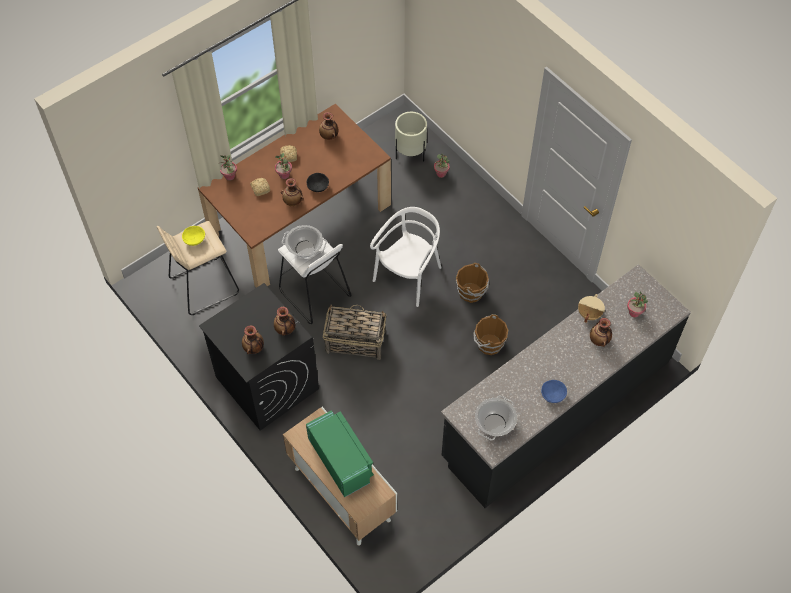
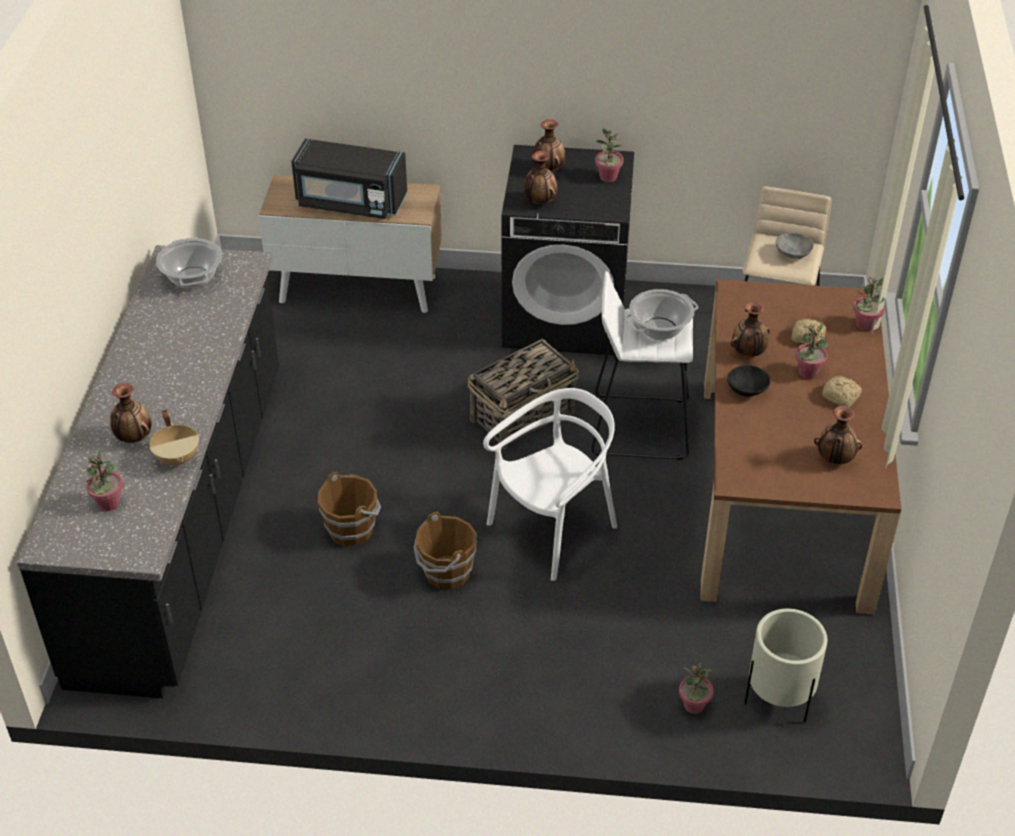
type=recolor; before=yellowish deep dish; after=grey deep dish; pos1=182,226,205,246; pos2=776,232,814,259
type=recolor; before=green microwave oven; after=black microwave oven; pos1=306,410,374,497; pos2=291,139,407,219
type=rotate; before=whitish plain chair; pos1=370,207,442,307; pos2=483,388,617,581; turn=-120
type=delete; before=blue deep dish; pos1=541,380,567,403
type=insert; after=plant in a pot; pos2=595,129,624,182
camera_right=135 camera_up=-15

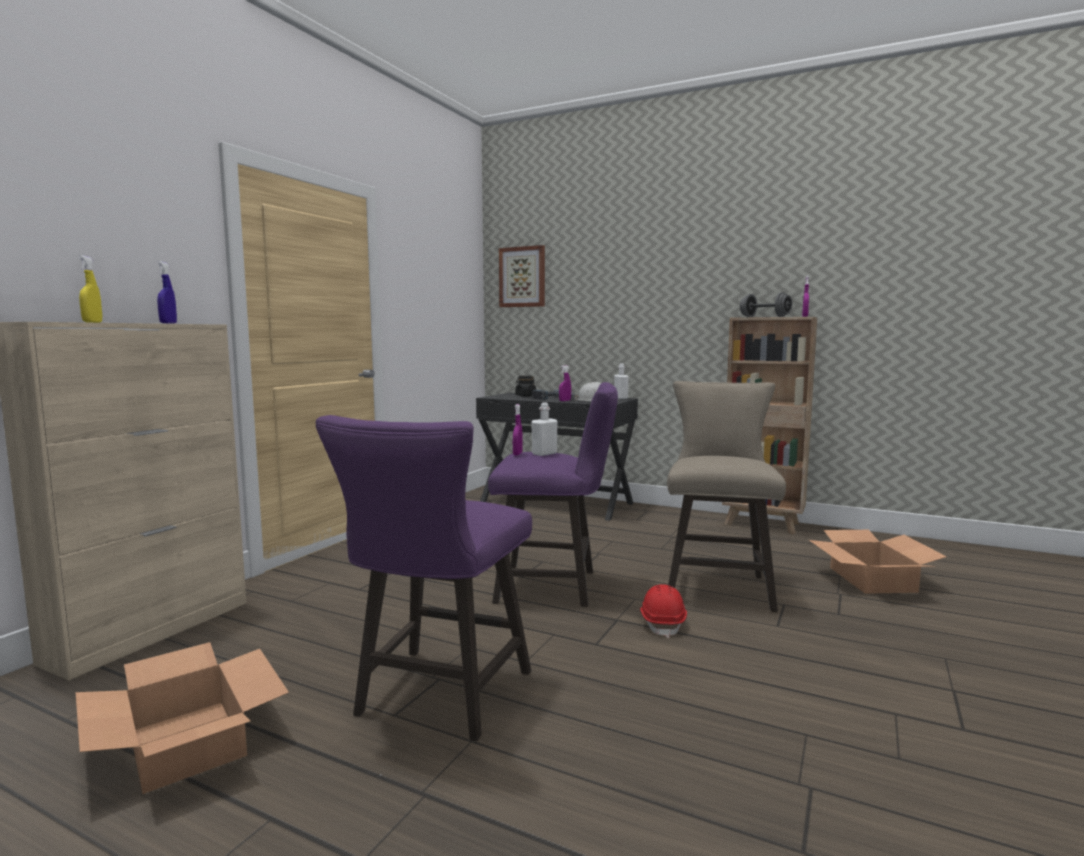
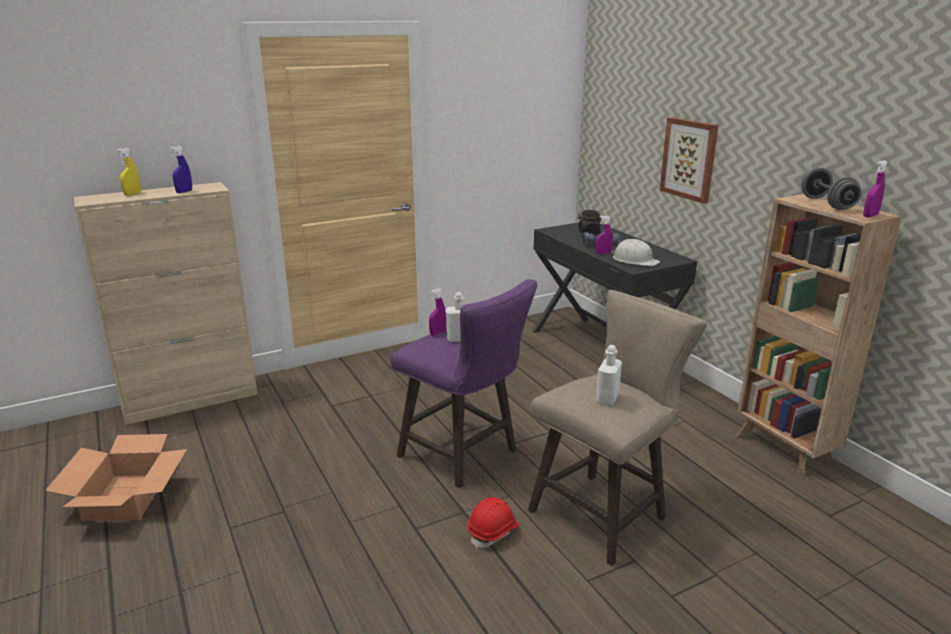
type=delete; before=purple stool seat; pos1=315,415,532,741
type=move; before=picture; pos1=499,245,545,307; pos2=660,117,718,204
type=move; before=whitish beverage bottle; pos1=614,363,629,399; pos2=596,345,622,405
type=delete; before=cardboard box; pos1=809,530,947,594
camera_right=35 camera_up=15

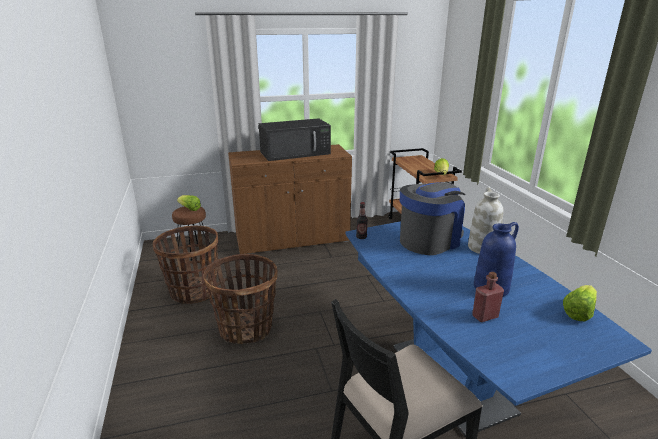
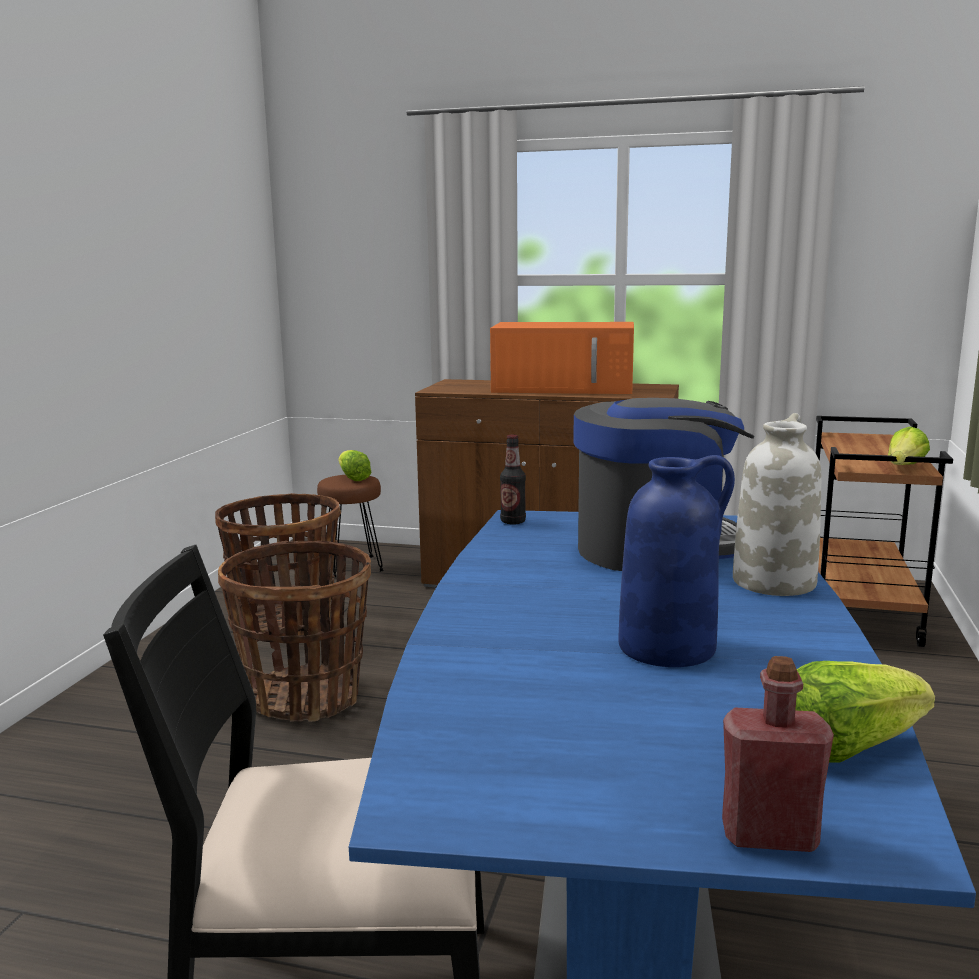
type=recolor; before=black microwave oven; after=orange-coloured microwave oven; pos1=259,118,331,161; pos2=490,322,634,394
type=move; before=red-coloured beverage bottle; pos1=472,272,504,322; pos2=722,656,834,852
camera_right=30 camera_up=-10

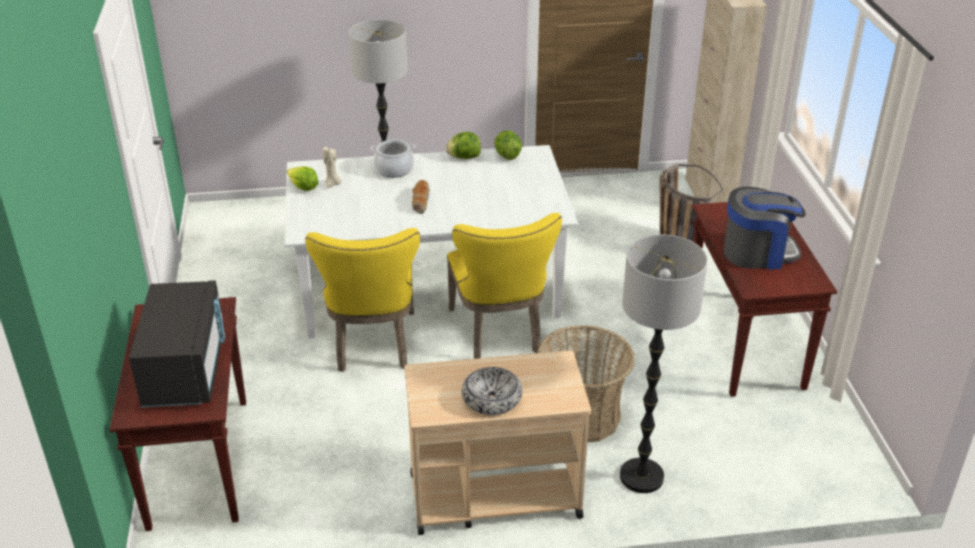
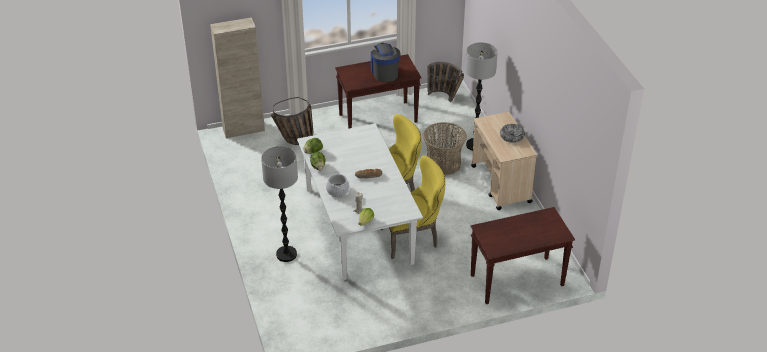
type=delete; before=black microwave oven; pos1=129,280,225,407
type=insert; after=household basket; pos2=427,62,464,102
camera_right=-100 camera_up=5

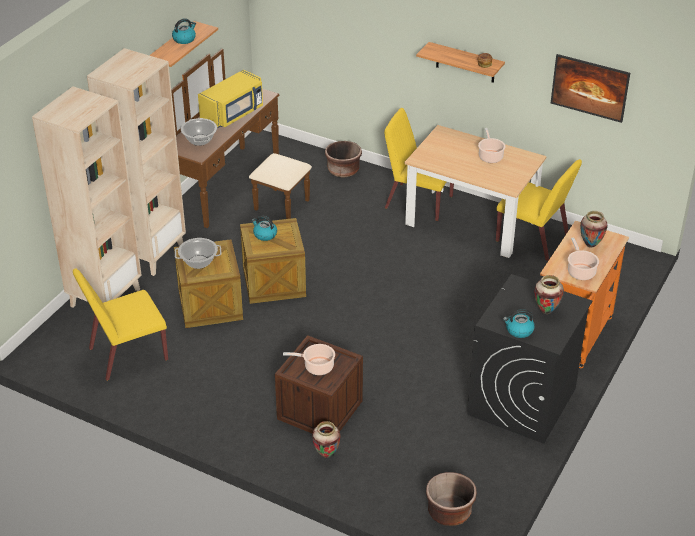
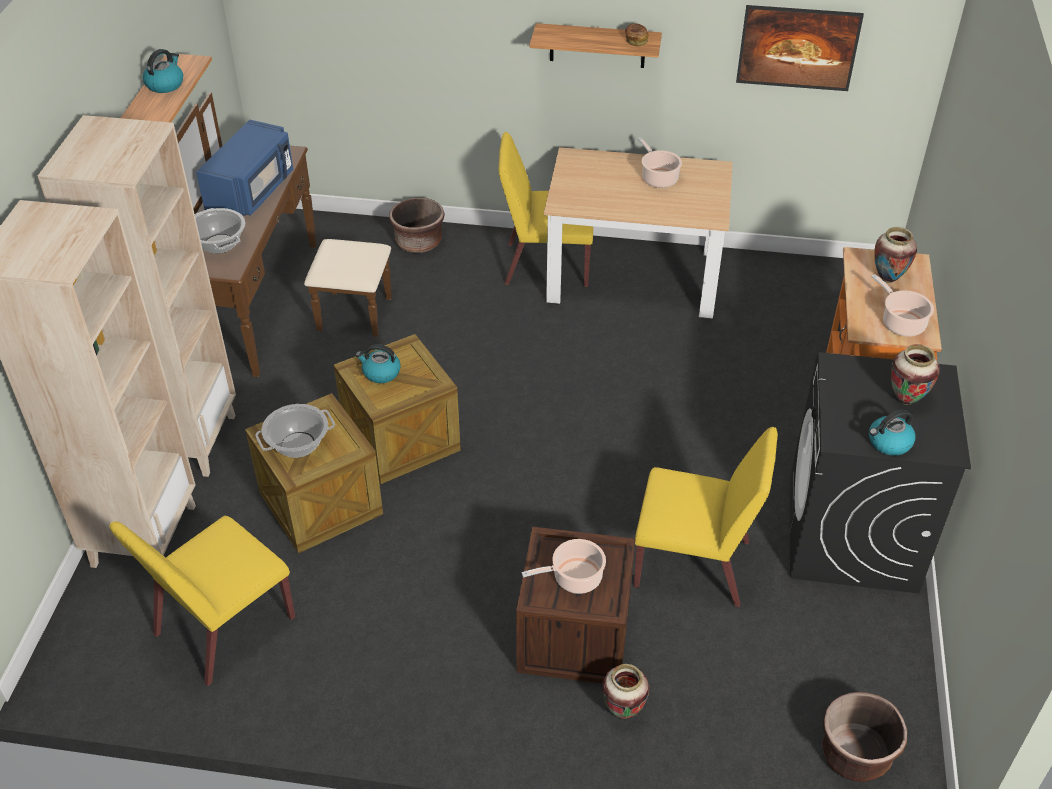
type=recolor; before=yellowish microwave oven; after=blue microwave oven; pos1=198,70,263,128; pos2=196,120,293,216
type=move; before=yellowish plain chair; pos1=496,159,582,261; pos2=634,427,778,607
camera_right=-20 camera_up=5

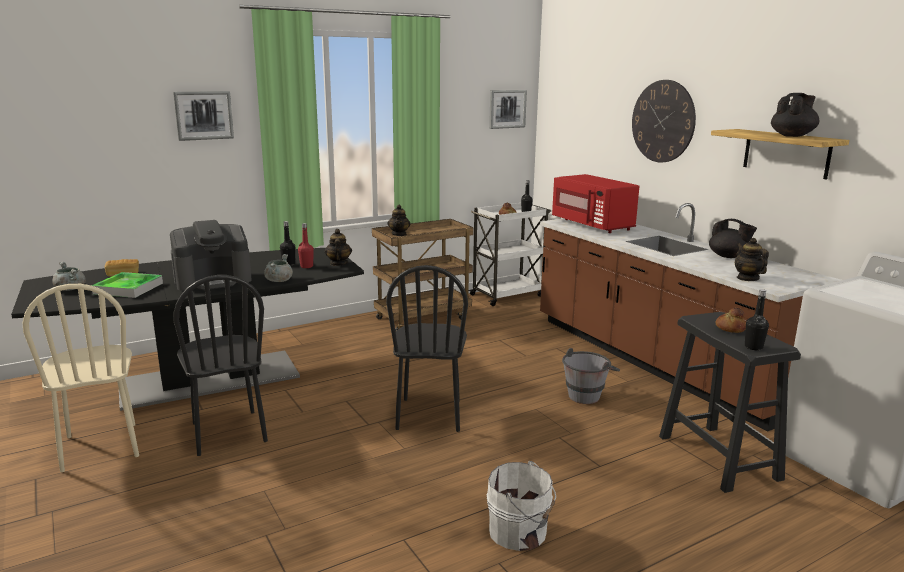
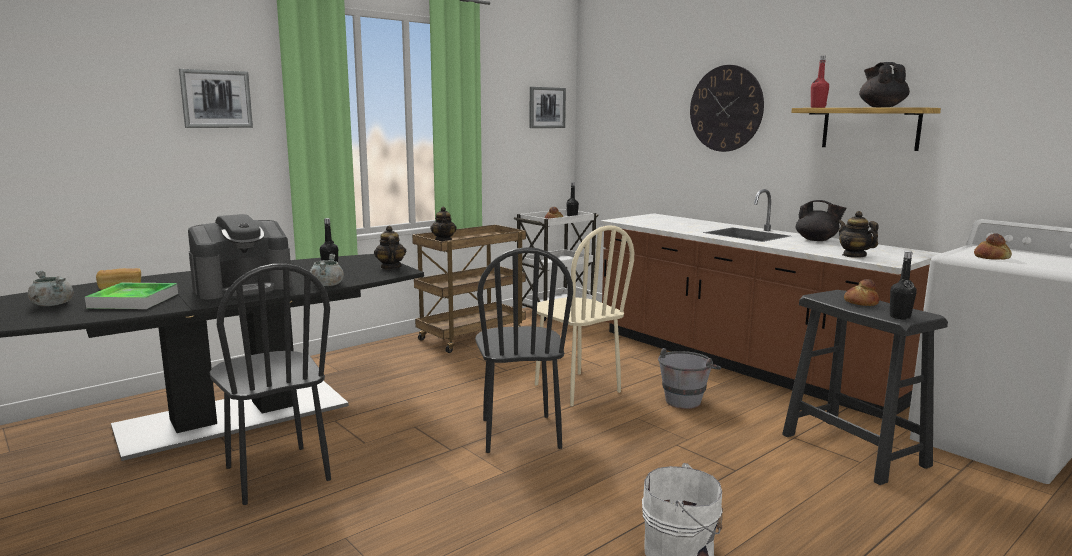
type=move; before=sand-coloured plain chair; pos1=23,284,139,472; pos2=535,225,634,406
type=move; before=red-coloured beverage bottle; pos1=298,223,314,268; pos2=811,56,829,108
type=delete; before=red-coloured microwave oven; pos1=552,174,639,233
type=rotate; before=black pot for tea; pos1=771,93,819,137; pos2=859,62,910,107; turn=-45
type=insert; after=bread; pos2=974,233,1012,260
camera_right=-10 camera_up=-5

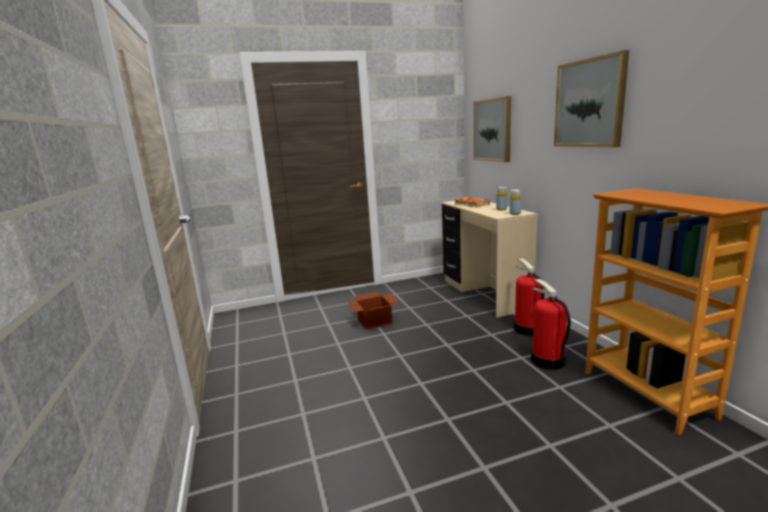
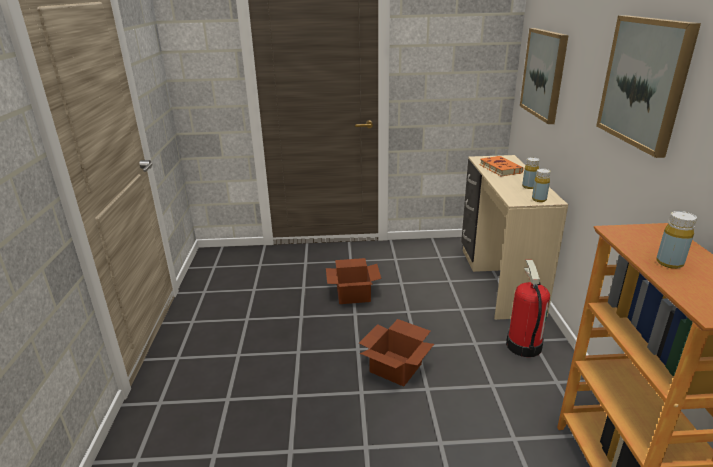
type=delete; before=fire-fighting cylinder; pos1=531,279,571,370
type=insert; after=cardboard box; pos2=359,319,434,387
type=insert; after=yellowish beverage bottle; pos2=656,211,697,269
camera_right=15 camera_up=10

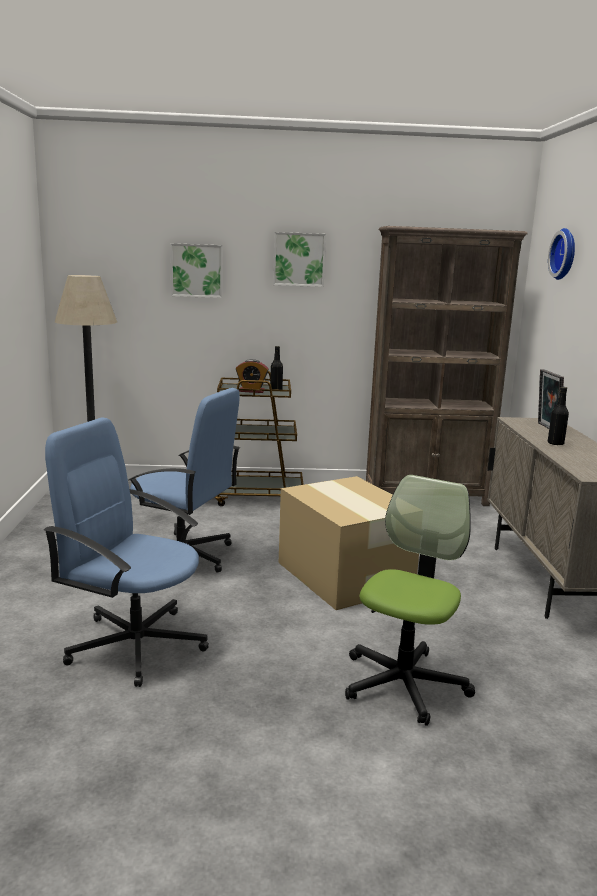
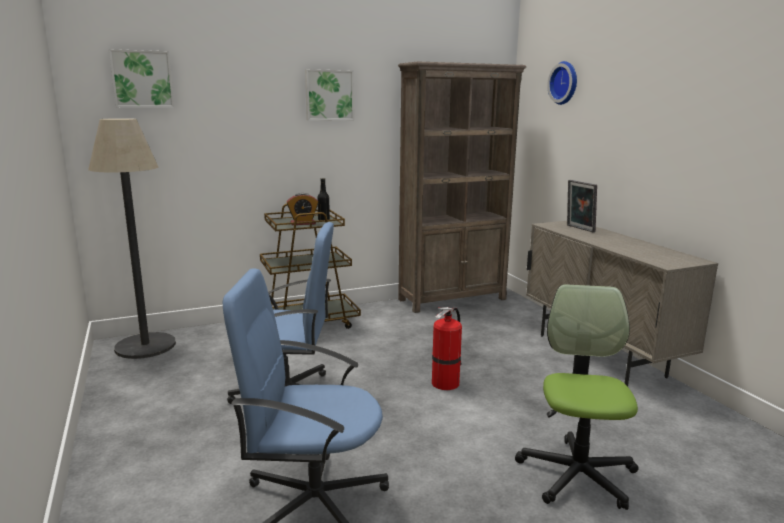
type=move; before=picture; pos1=170,243,223,298; pos2=109,49,174,108
type=replace; before=cardboard box; after=fire-fighting cylinder; pos1=279,476,419,610; pos2=432,307,462,390
type=delete; before=black beverage bottle; pos1=548,387,569,445
camera_right=-20 camera_up=0

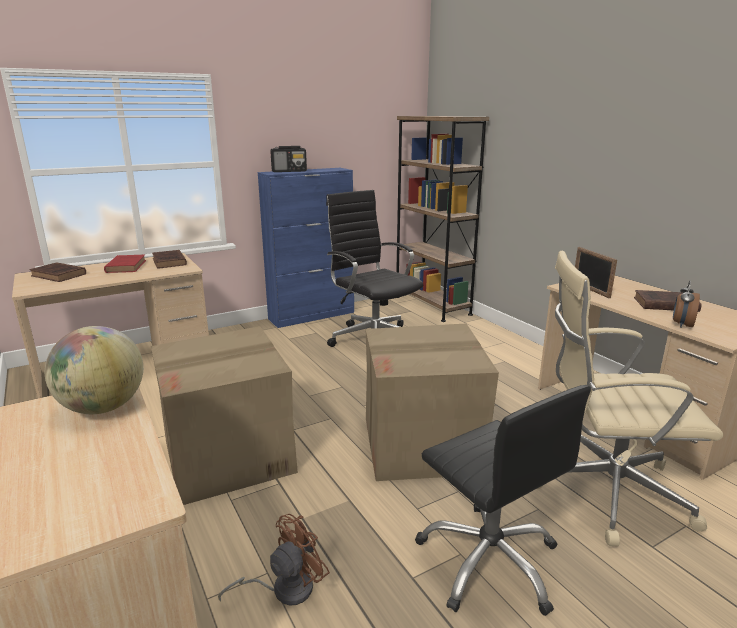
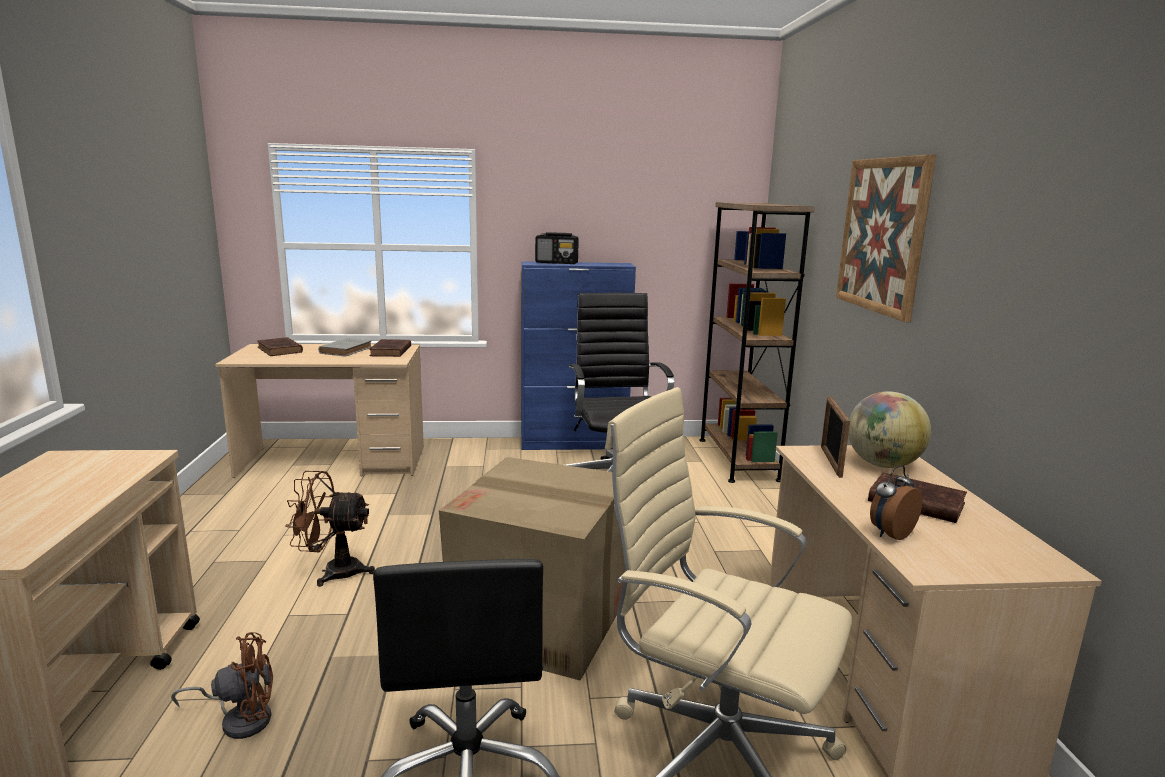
type=move; before=world globe; pos1=45,326,143,414; pos2=848,391,931,468
type=recolor; before=red-coloured volume; after=grey volume; pos1=104,255,146,273; pos2=319,338,372,356
type=replace; before=cardboard box; after=brown electric fan; pos1=151,326,298,505; pos2=285,471,375,587
type=insert; after=picture; pos2=836,154,936,322
camera_right=25 camera_up=-5

